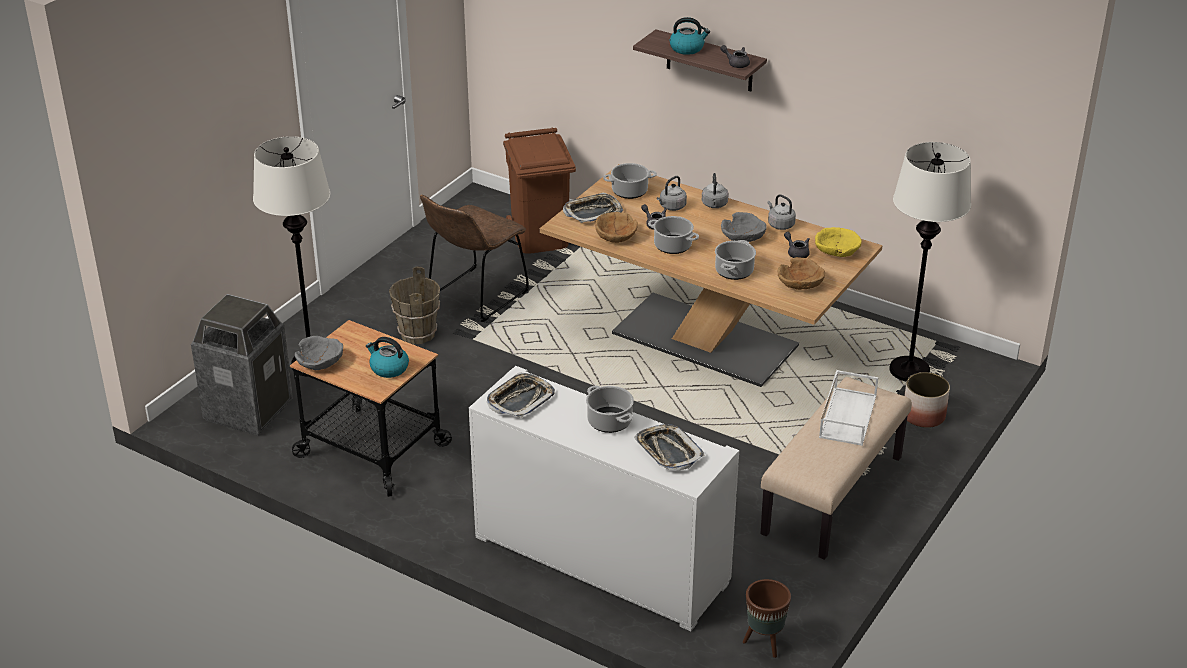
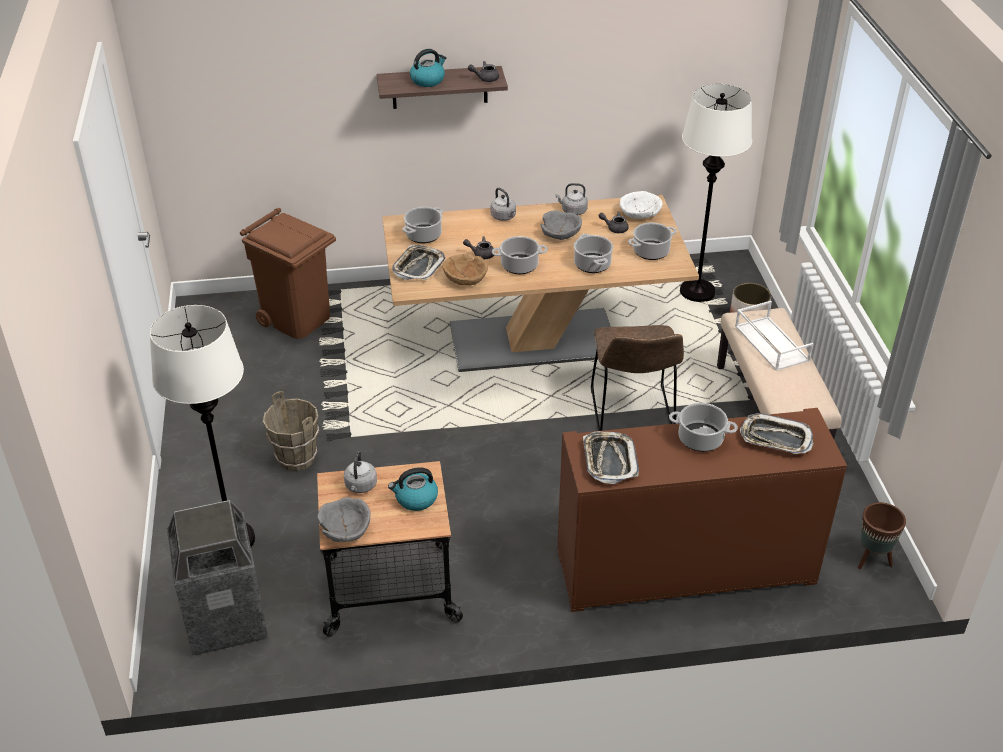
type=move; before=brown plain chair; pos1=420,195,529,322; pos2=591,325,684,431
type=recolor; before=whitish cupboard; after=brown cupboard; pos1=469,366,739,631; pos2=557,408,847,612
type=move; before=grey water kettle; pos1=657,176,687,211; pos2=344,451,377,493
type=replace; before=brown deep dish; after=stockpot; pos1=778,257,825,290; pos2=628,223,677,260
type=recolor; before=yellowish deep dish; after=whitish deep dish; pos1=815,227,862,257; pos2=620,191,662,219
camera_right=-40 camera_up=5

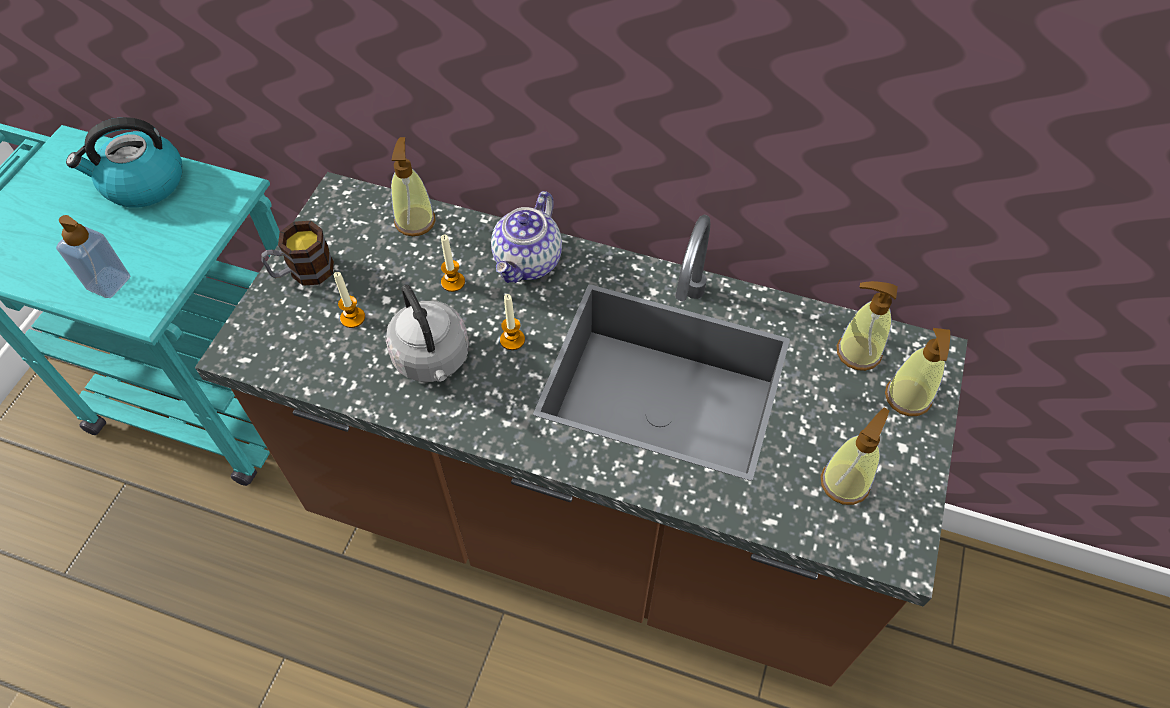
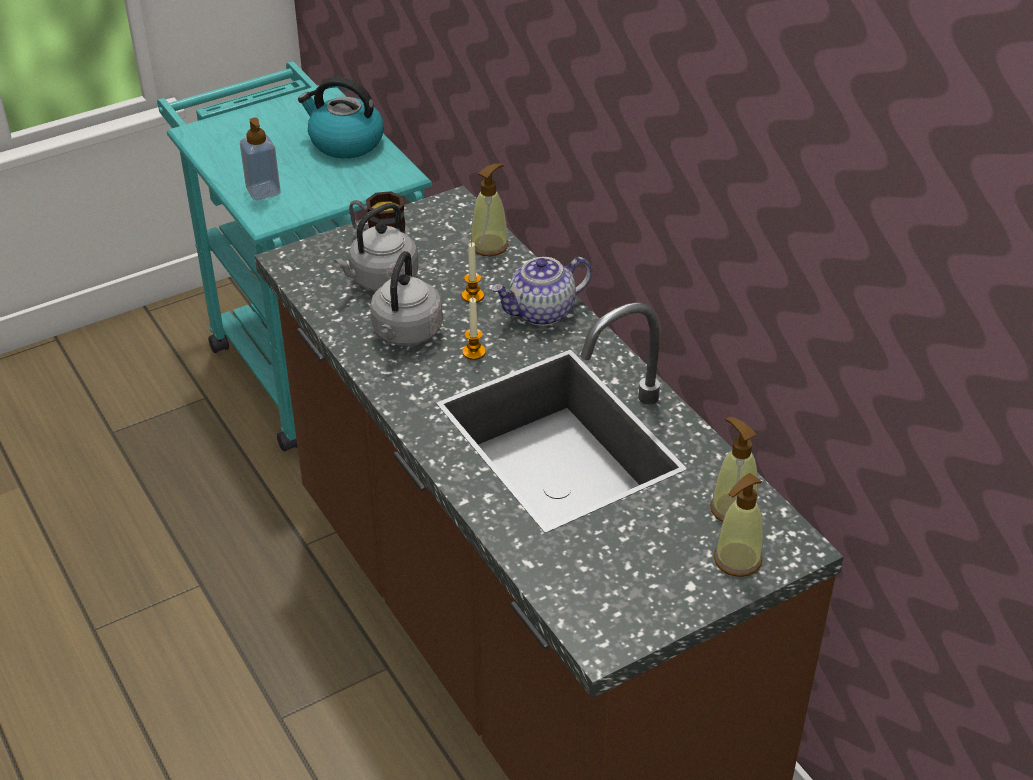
type=replace; before=wax light; after=grey water kettle; pos1=333,272,365,328; pos2=334,203,419,292
type=delete; before=soap bottle; pos1=820,408,890,505
camera_right=40 camera_up=-15

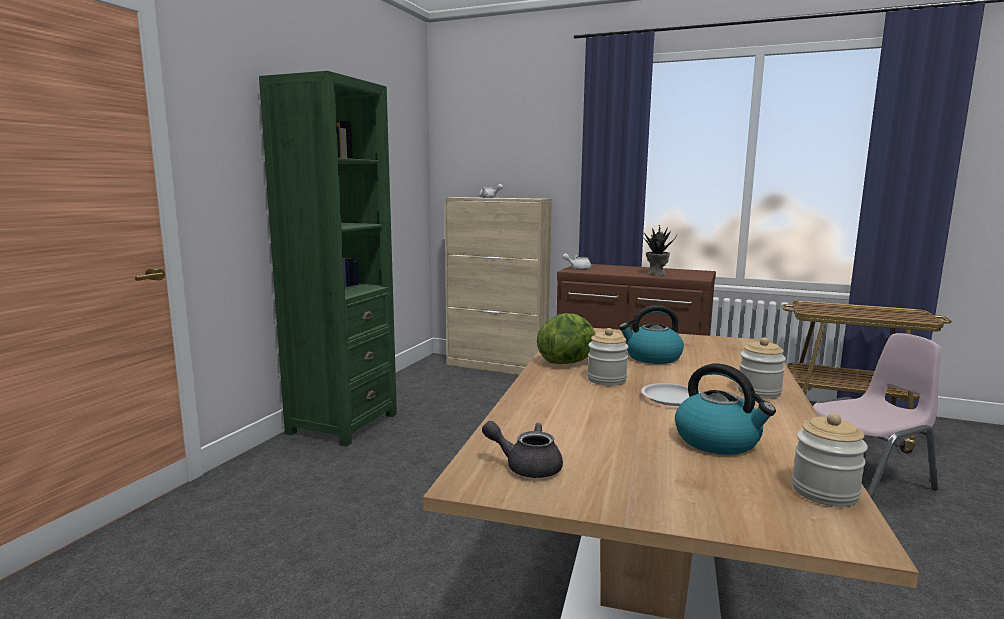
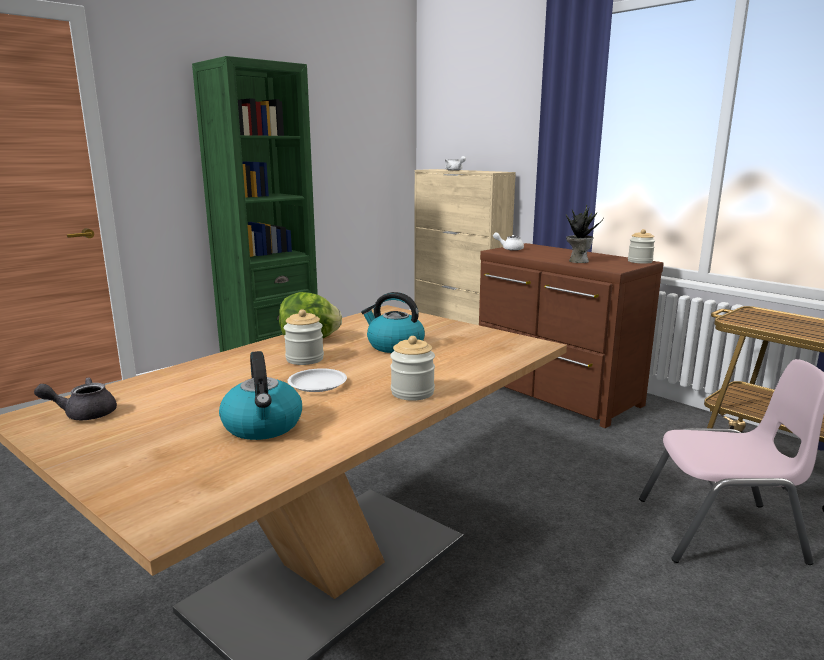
type=rotate; before=grey pot for tea; pos1=482,421,563,478; pos2=34,377,117,420; turn=-60
type=move; before=preserve jar; pos1=792,413,868,507; pos2=628,229,655,264
camera_right=25 camera_up=5

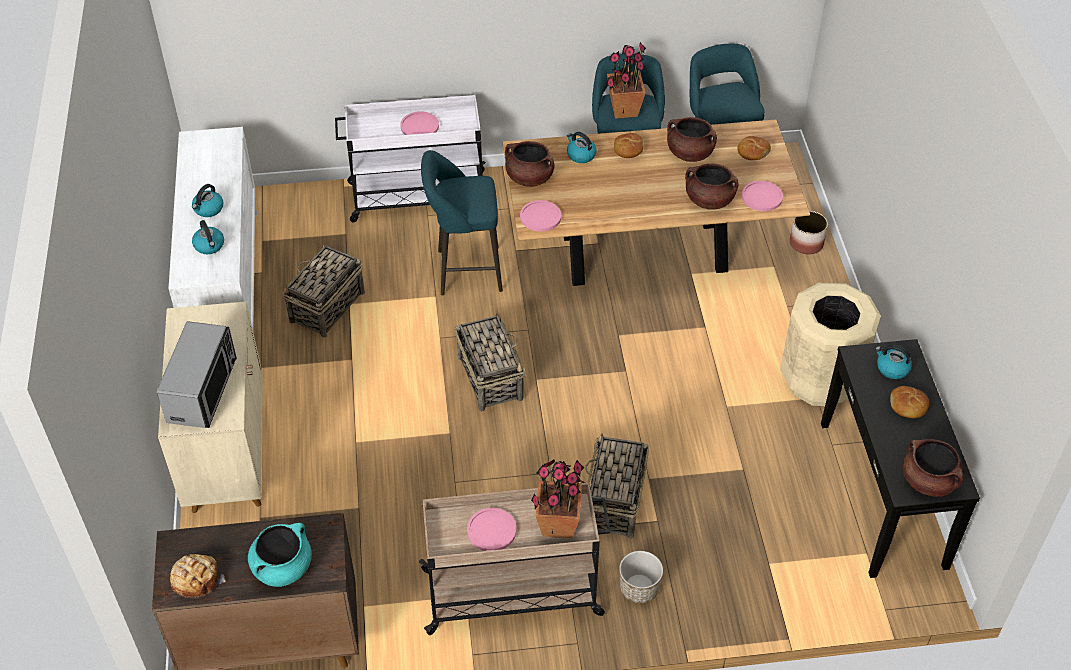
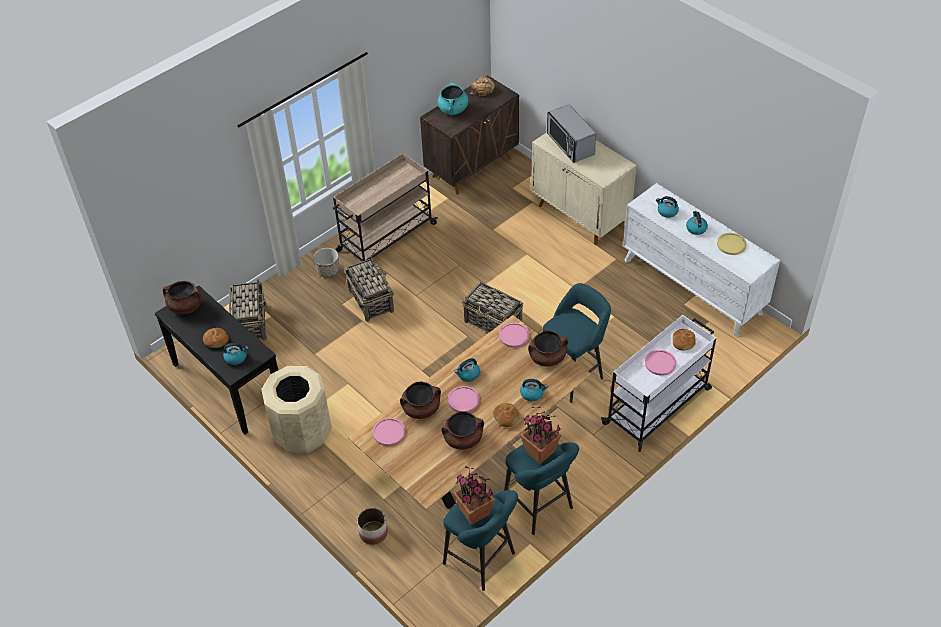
type=move; before=household basket; pos1=283,242,365,338; pos2=229,279,267,340
type=move; before=pink-coloured plate; pos1=467,508,517,551; pos2=448,386,479,412
type=move; before=plant in a pot; pos1=531,460,585,538; pos2=453,467,495,525
type=move; before=bread; pos1=737,136,771,160; pos2=673,329,696,351
type=insert; after=water kettle; pos2=454,358,480,382
type=insert; after=yellowish plate; pos2=717,233,746,255
camera_right=145 camera_up=0

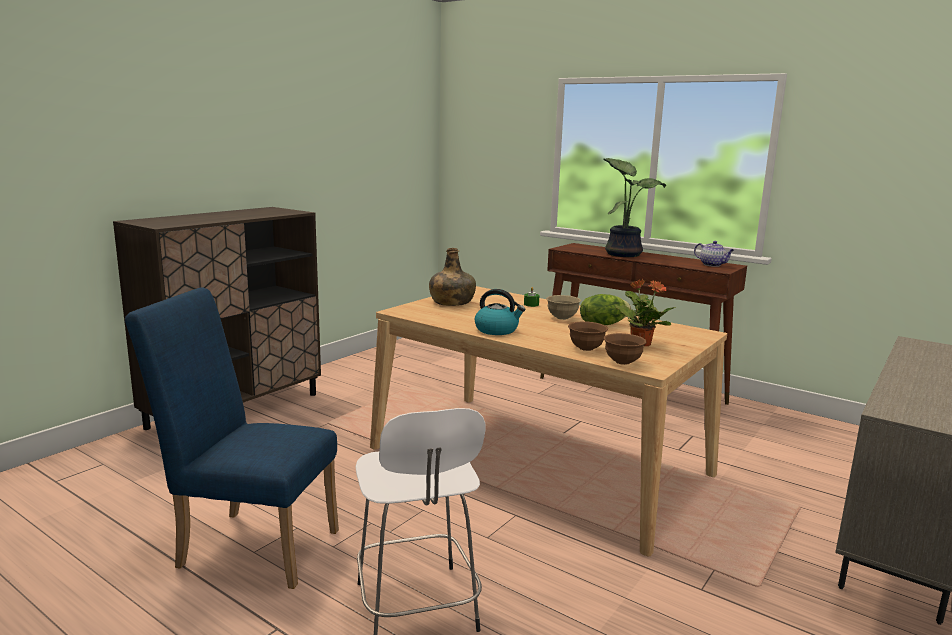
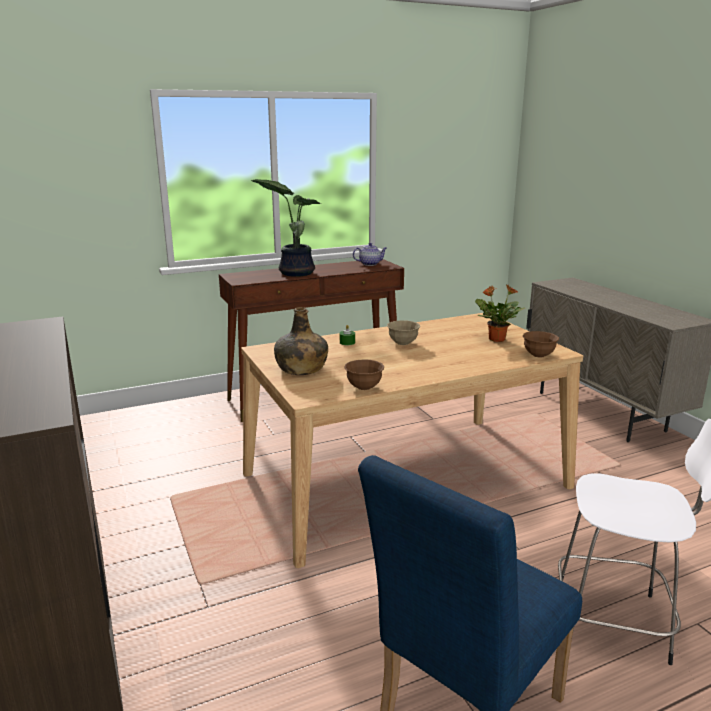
type=delete; before=water kettle; pos1=475,289,525,335
type=move; before=brown deep dish; pos1=568,322,608,351; pos2=344,360,384,390
type=delete; before=head of lettuce; pos1=580,294,631,325
camera_right=-60 camera_up=5

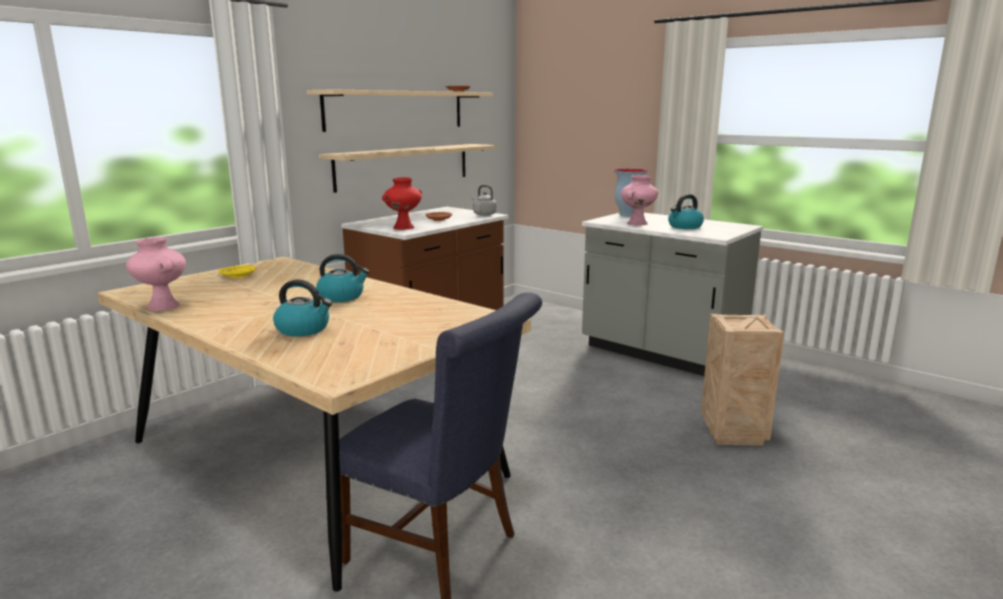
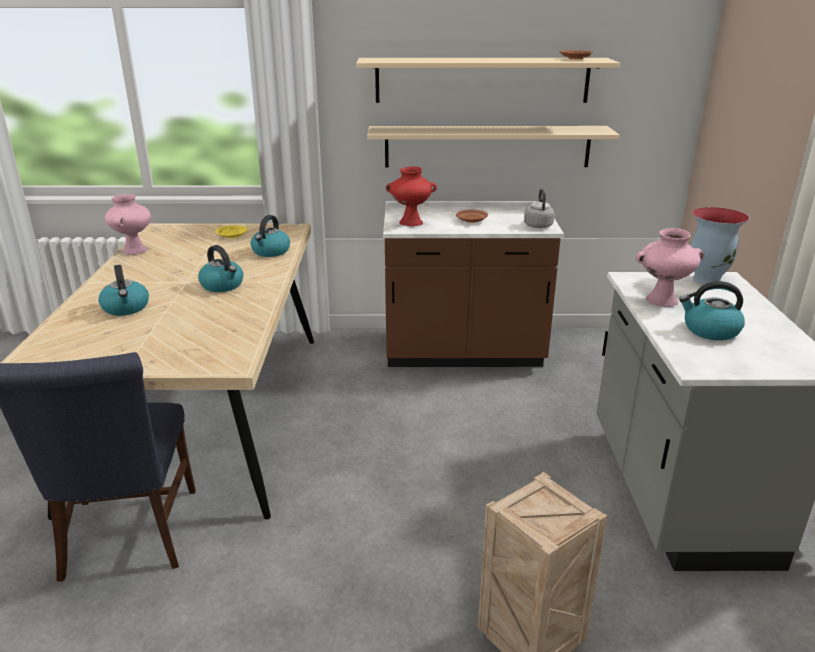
type=insert; after=water kettle; pos2=250,215,290,257
camera_right=50 camera_up=10

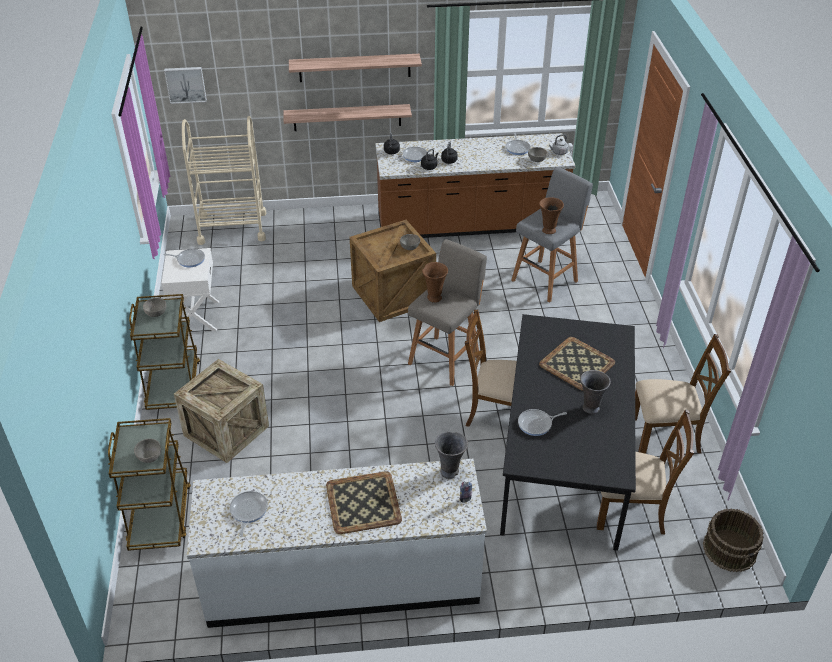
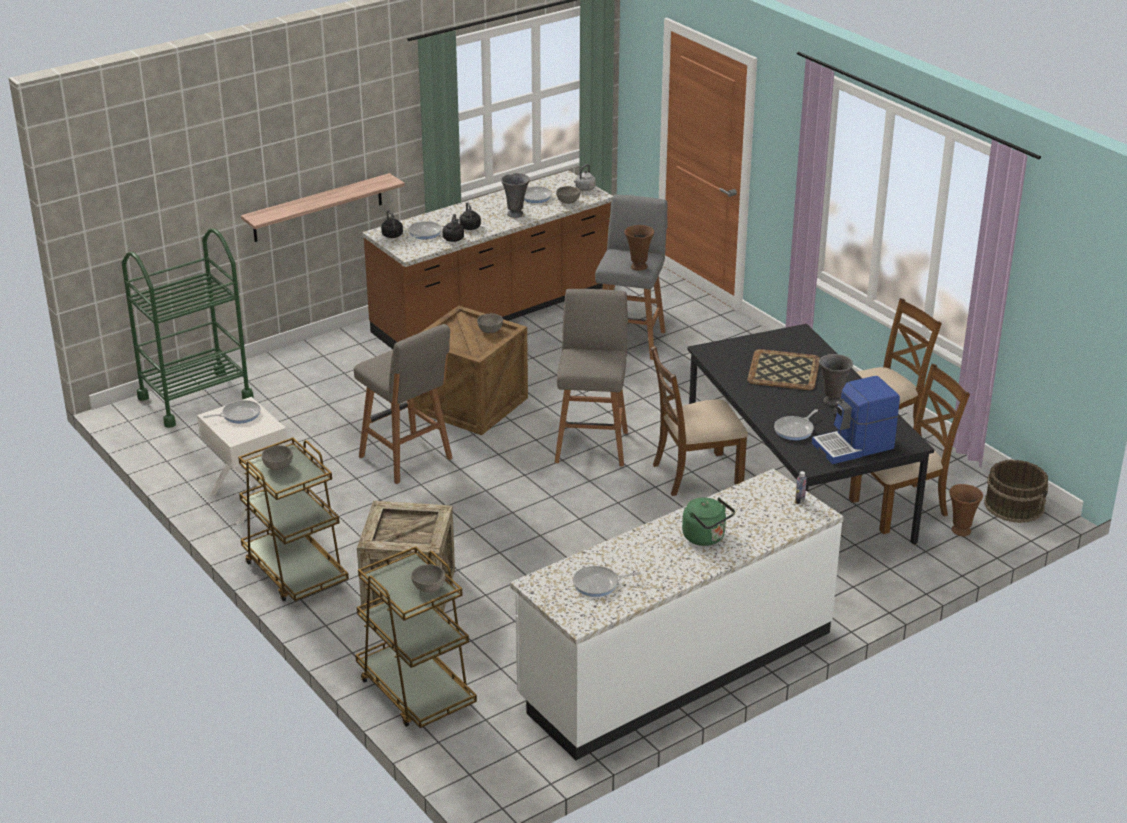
type=delete; before=picture; pos1=164,67,207,104
type=recolor; before=sand-coloured cart; after=green cart; pos1=182,116,267,245; pos2=122,228,254,428
type=rotate; before=frying pan; pos1=230,491,268,537; pos2=573,566,641,597; turn=-75
type=delete; before=wall shelf; pos1=289,54,422,82
type=replace; before=tray; after=green water kettle; pos1=326,471,402,534; pos2=682,497,735,546
type=move; before=brown flower vase; pos1=422,262,448,303; pos2=949,484,983,536
type=move; before=grey flower vase; pos1=435,432,468,479; pos2=501,173,530,218
type=insert; after=grey stool seat; pos2=354,324,453,484
type=insert; after=coffee machine; pos2=812,376,900,464
camera_right=-30 camera_up=-10

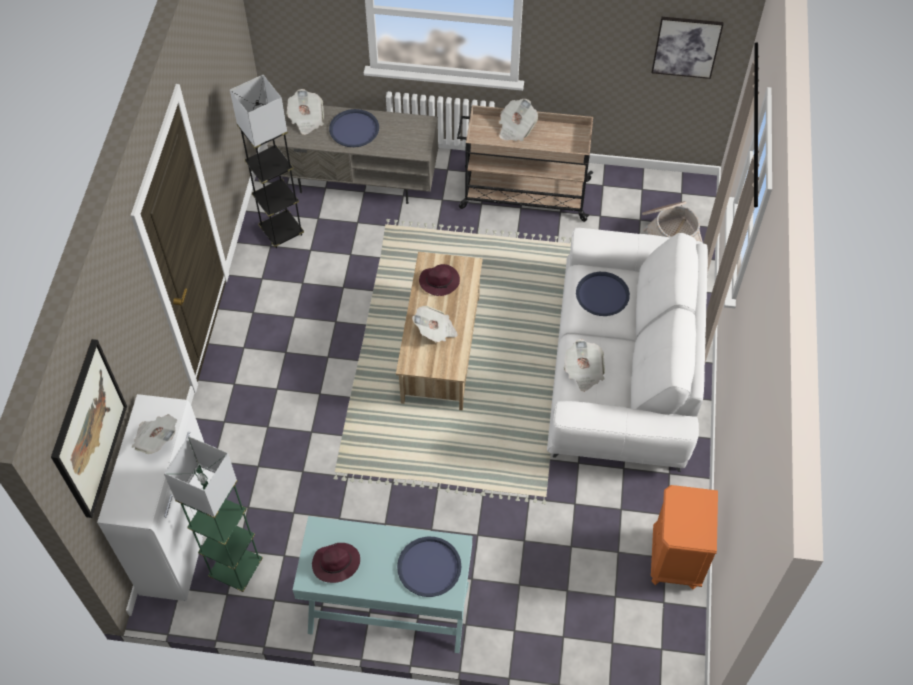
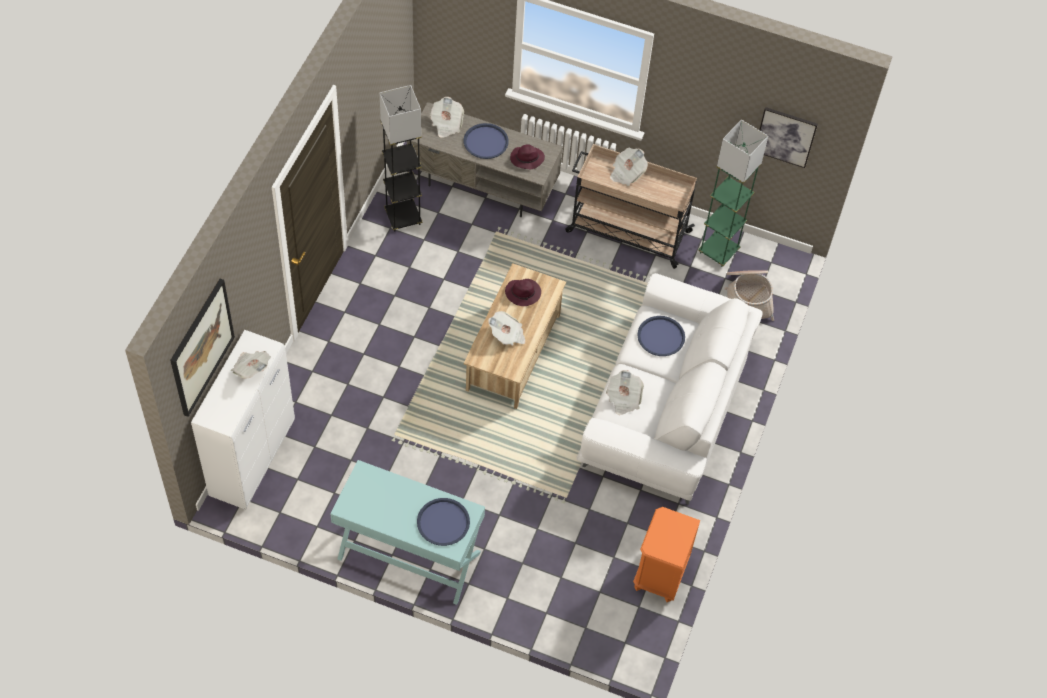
type=move; before=green floor lamp; pos1=164,436,263,592; pos2=698,120,768,267
type=move; before=purple wearable hat; pos1=312,543,360,583; pos2=510,144,545,169
camera_right=10 camera_up=0

